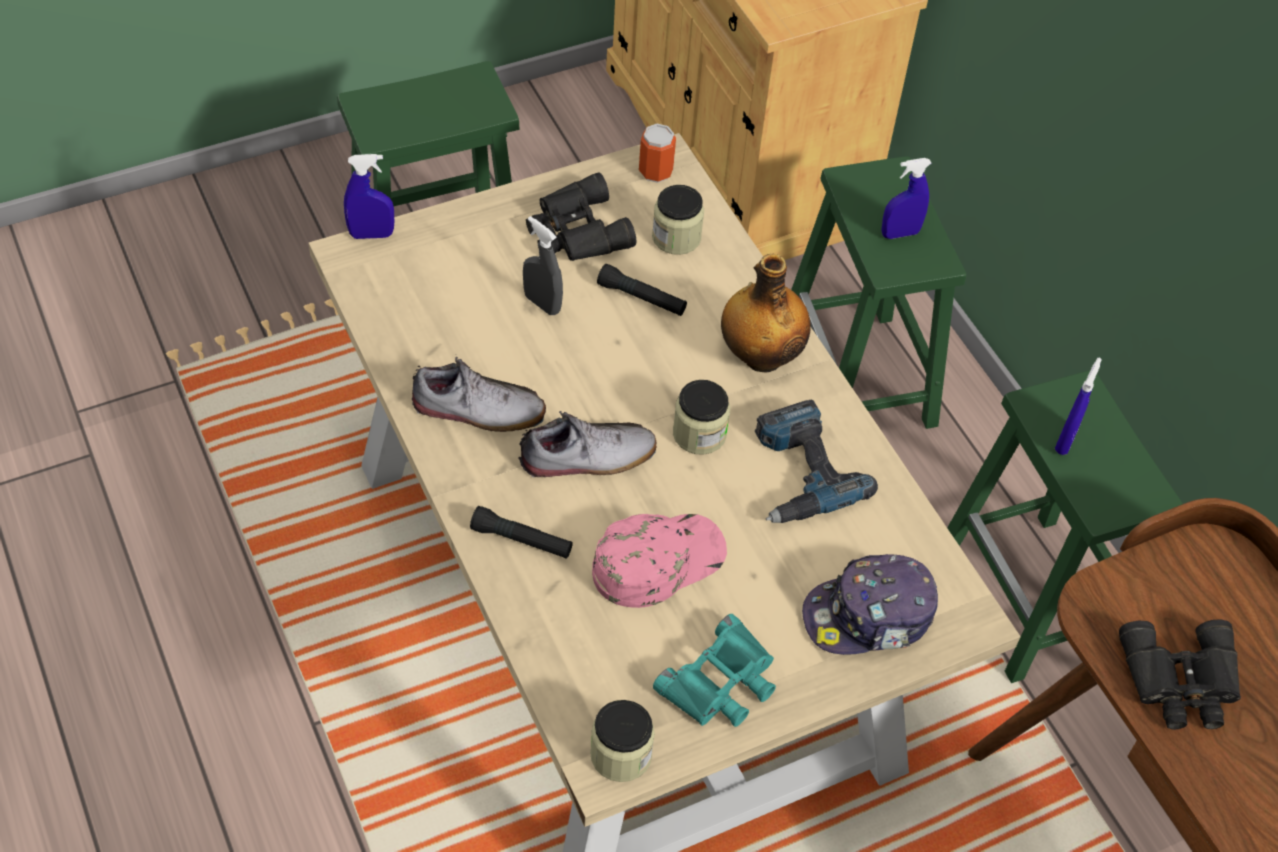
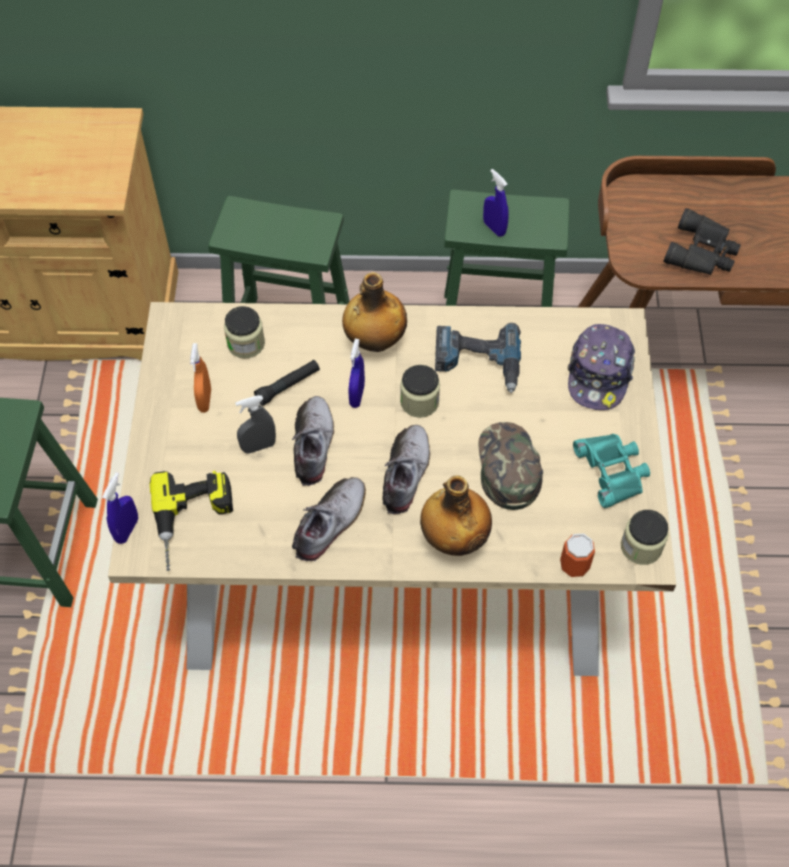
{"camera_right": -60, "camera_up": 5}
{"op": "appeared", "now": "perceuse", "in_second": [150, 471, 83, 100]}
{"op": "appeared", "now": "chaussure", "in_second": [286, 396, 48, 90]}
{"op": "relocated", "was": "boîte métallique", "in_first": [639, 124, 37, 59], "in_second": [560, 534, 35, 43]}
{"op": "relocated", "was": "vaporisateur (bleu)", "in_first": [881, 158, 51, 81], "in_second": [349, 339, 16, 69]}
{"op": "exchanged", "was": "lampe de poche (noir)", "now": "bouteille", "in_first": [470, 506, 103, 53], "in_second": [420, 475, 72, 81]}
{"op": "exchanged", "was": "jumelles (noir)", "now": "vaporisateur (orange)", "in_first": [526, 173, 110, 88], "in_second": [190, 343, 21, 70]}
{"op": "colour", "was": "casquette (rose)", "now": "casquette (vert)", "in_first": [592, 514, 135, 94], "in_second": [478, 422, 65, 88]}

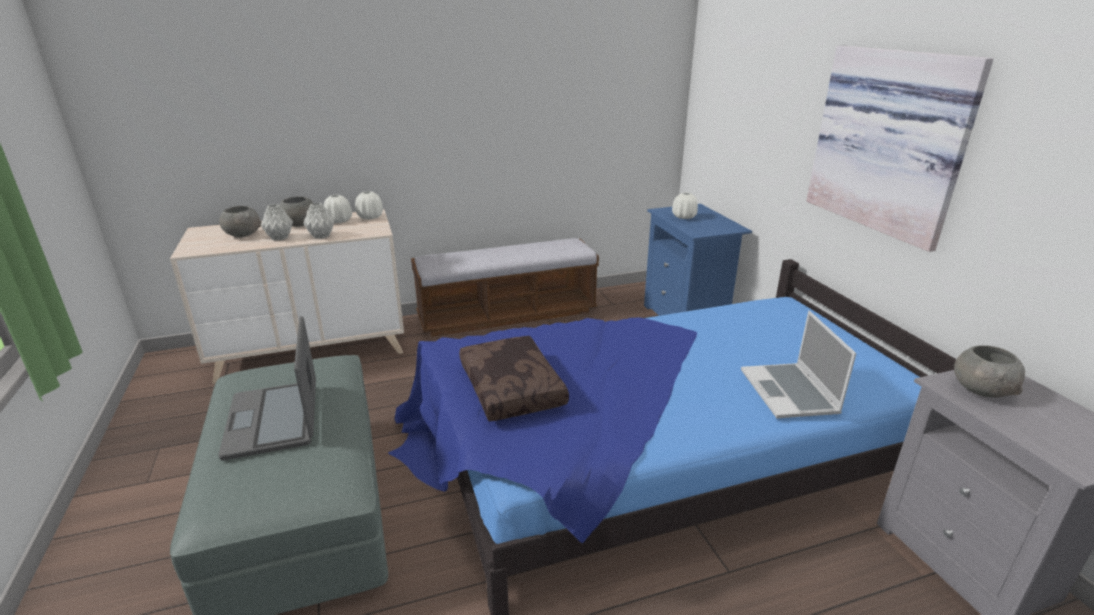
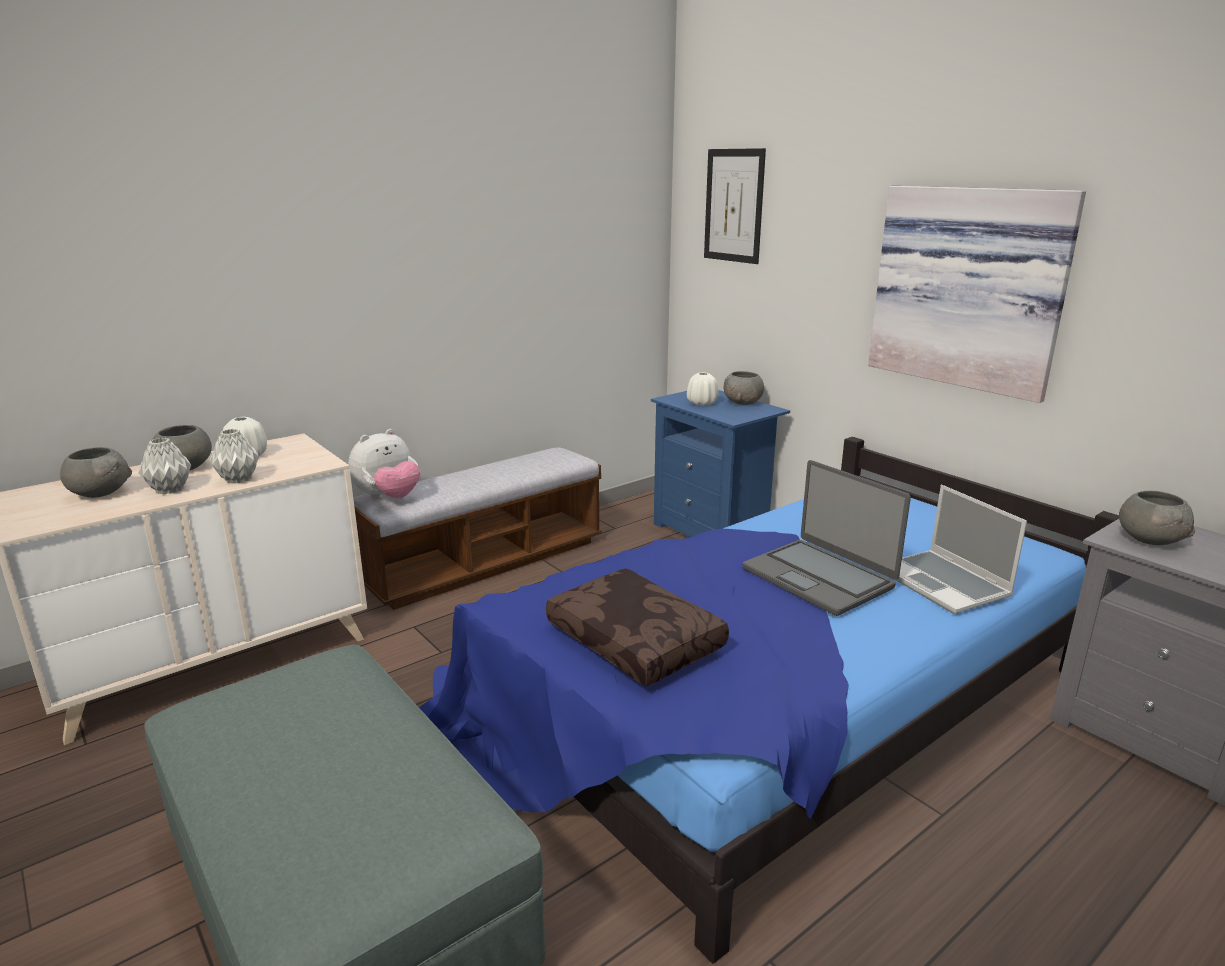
{"camera_right": -20, "camera_up": -5}
{"op": "missing", "was": "vase (blanc)", "in_first": [355, 191, 28, 28]}
{"op": "appeared", "now": "peluche", "in_second": [348, 429, 72, 71]}
{"op": "appeared", "now": "tableau", "in_second": [704, 148, 62, 116]}
{"op": "appeared", "now": "bol (gris)", "in_second": [724, 371, 40, 34]}
{"op": "relocated", "was": "ordinateur portable", "in_first": [218, 316, 98, 144], "in_second": [743, 460, 168, 156]}

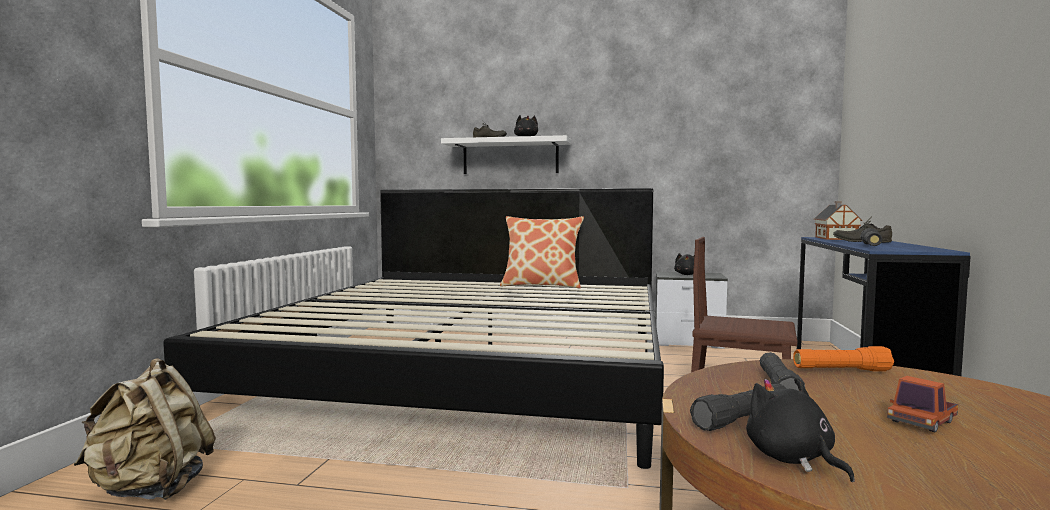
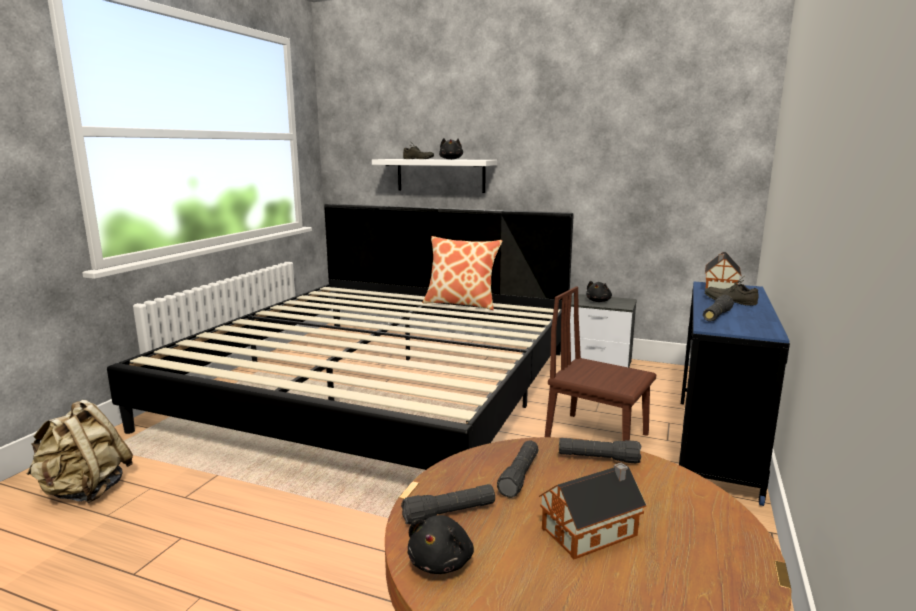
{"camera_right": 10, "camera_up": 10}
{"op": "exchanged", "was": "camion jouet", "now": "maison miniature", "in_first": [887, 376, 71, 56], "in_second": [539, 463, 108, 96]}
{"op": "colour", "was": "lampe de poche (orange)", "now": "lampe de poche (noir)", "in_first": [793, 346, 101, 25], "in_second": [559, 438, 82, 26]}
{"op": "spun", "was": "peluche (noir)", "in_first": [746, 377, 109, 105], "in_second": [407, 515, 67, 59], "clockwise": -150}

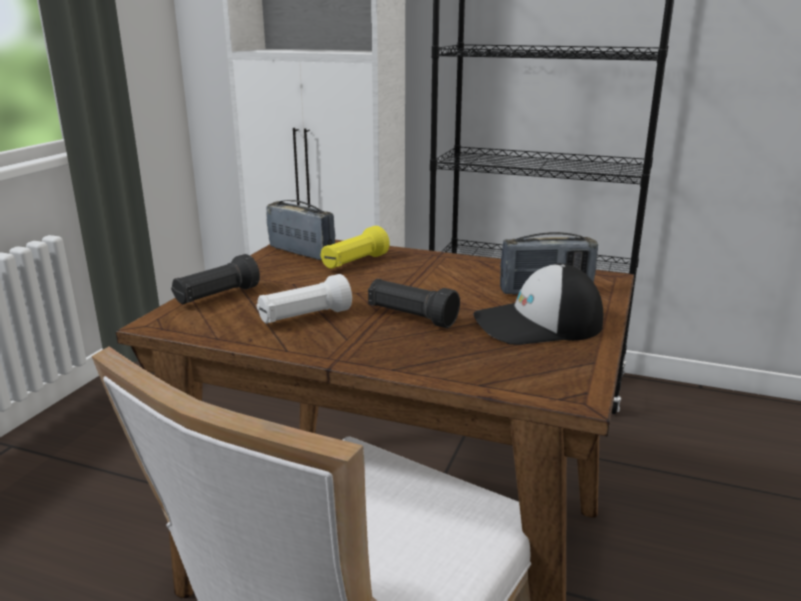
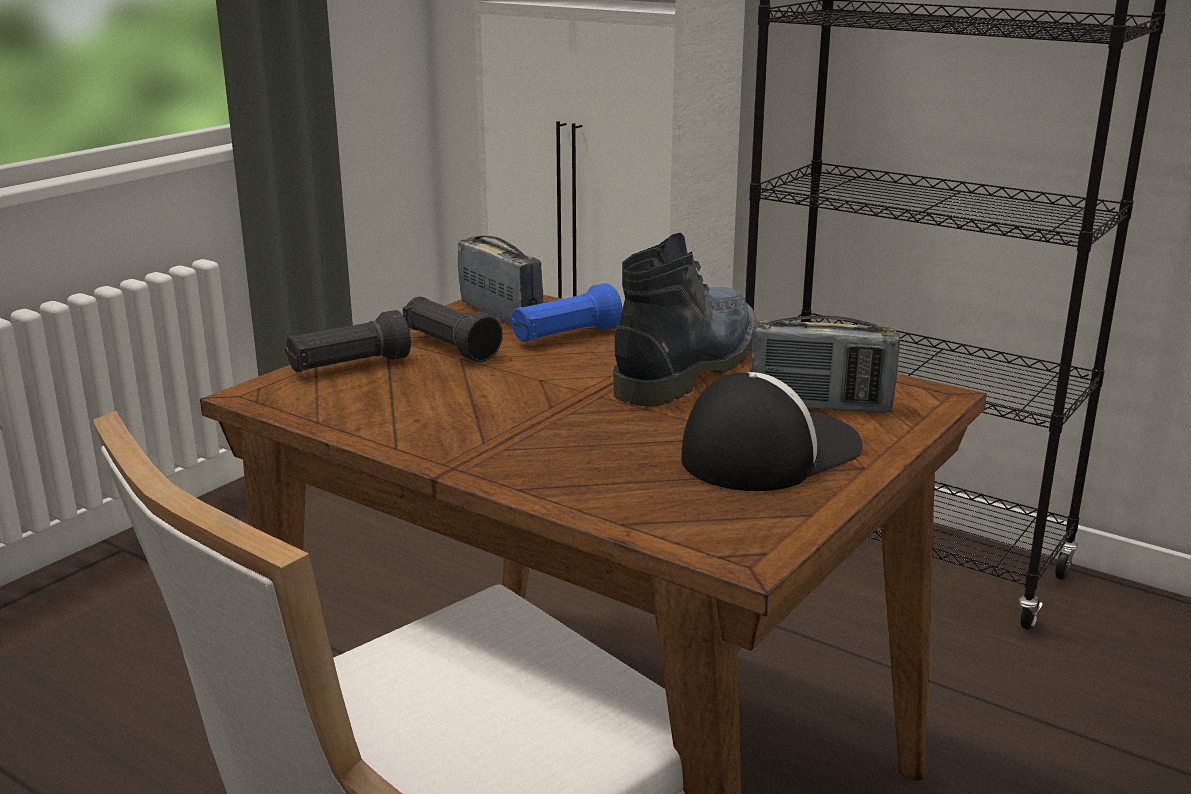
{"camera_right": 15, "camera_up": 0}
{"op": "missing", "was": "lampe de poche (blanc)", "in_first": [256, 274, 96, 49]}
{"op": "appeared", "now": "botte", "in_second": [613, 233, 143, 174]}
{"op": "relocated", "was": "lampe de poche (noir)", "in_first": [368, 279, 92, 49], "in_second": [403, 296, 100, 66]}
{"op": "colour", "was": "lampe de poche (jaune)", "now": "lampe de poche (bleu)", "in_first": [320, 226, 70, 43], "in_second": [510, 283, 112, 59]}
{"op": "spun", "was": "casquette", "in_first": [473, 263, 130, 82], "in_second": [681, 372, 182, 119], "clockwise": 135}

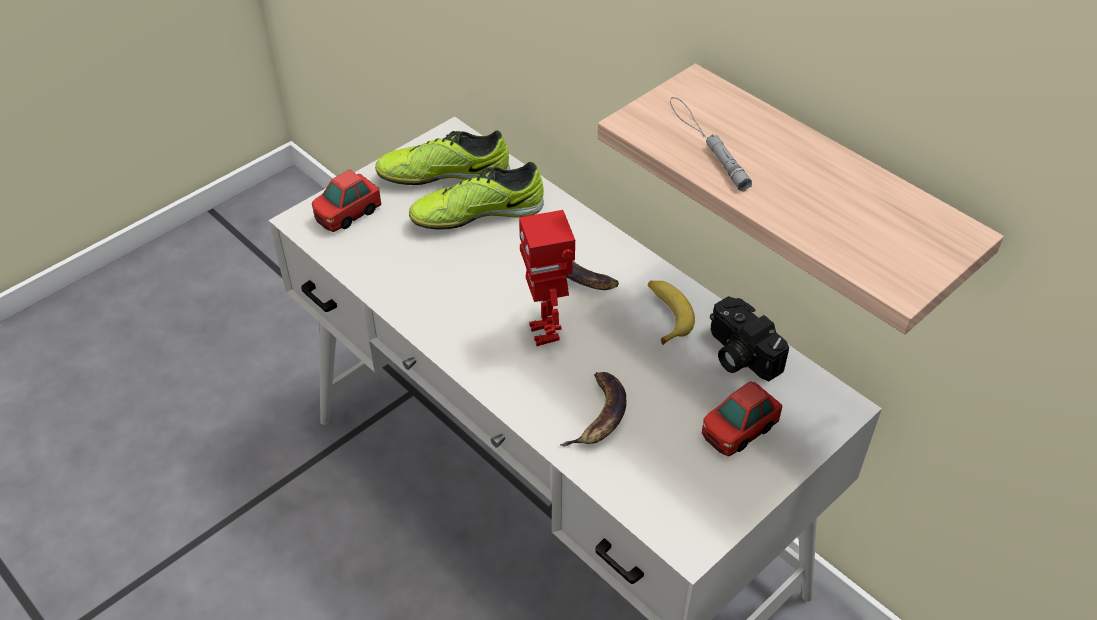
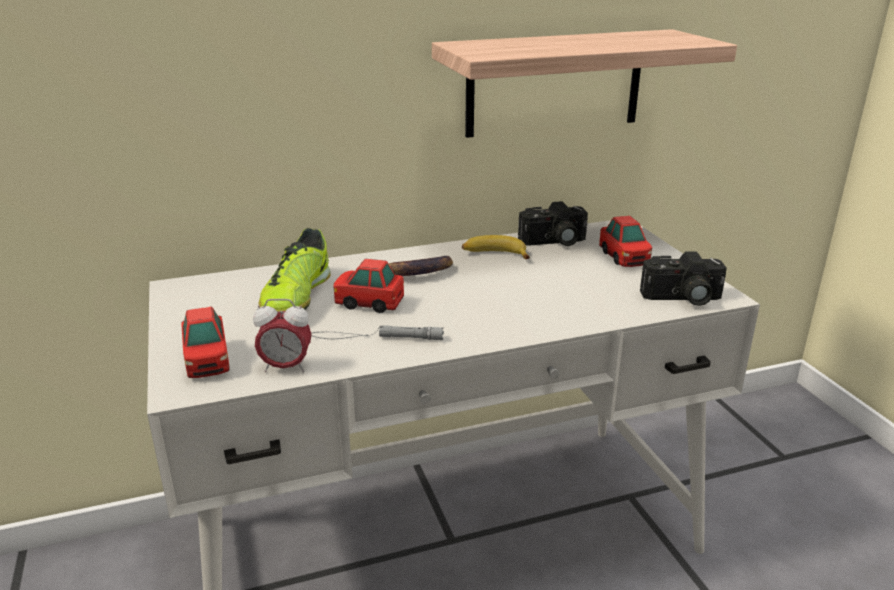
{"camera_right": -65, "camera_up": -20}
{"op": "missing", "was": "chaussure", "in_first": [375, 130, 135, 55]}
{"op": "missing", "was": "robot jouet", "in_first": [519, 210, 56, 136]}
{"op": "missing", "was": "banane", "in_first": [560, 372, 66, 75]}
{"op": "appeared", "now": "réveil", "in_second": [253, 299, 58, 73]}
{"op": "appeared", "now": "petite voiture", "in_second": [334, 259, 70, 54]}
{"op": "appeared", "now": "appareil photo", "in_second": [640, 252, 87, 54]}
{"op": "relocated", "was": "lampe de poche (gris)", "in_first": [670, 97, 82, 95], "in_second": [311, 325, 133, 15]}

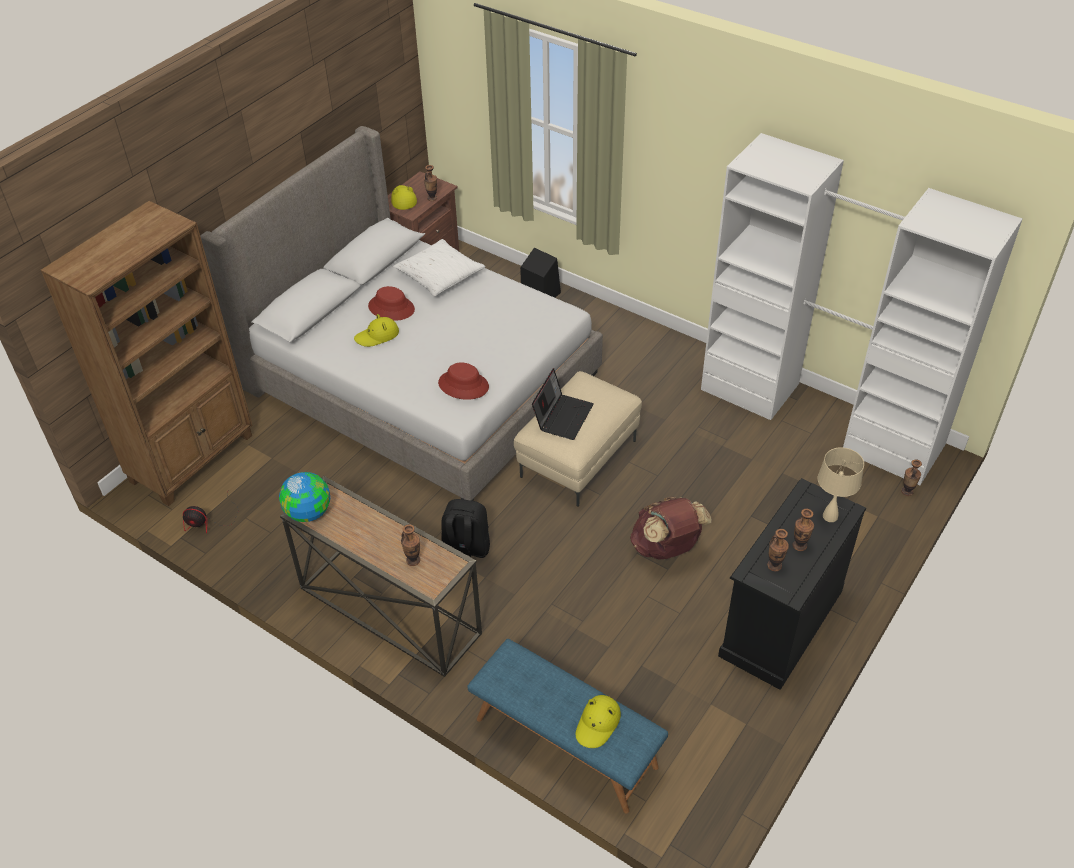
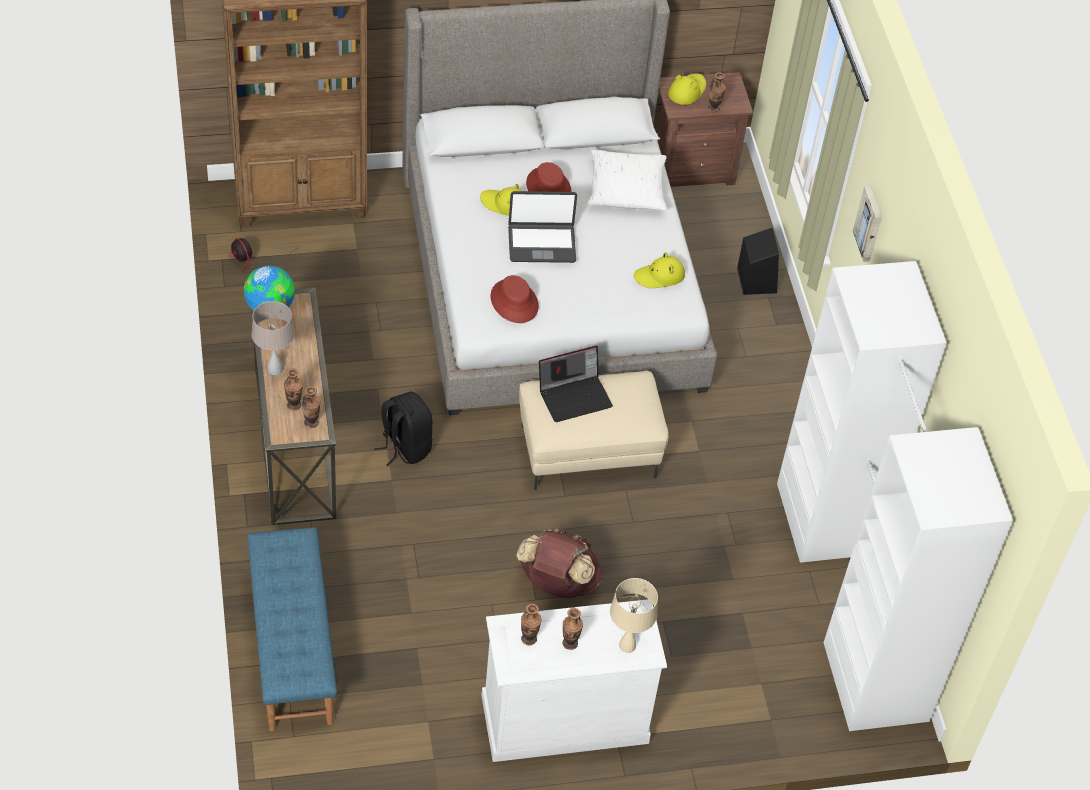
{"camera_right": 40, "camera_up": 5}
{"op": "appeared", "now": "lampe de table (beige)", "in_second": [251, 301, 44, 74]}
{"op": "appeared", "now": "ordinateur portable", "in_second": [508, 191, 69, 72]}
{"op": "appeared", "now": "tableau", "in_second": [853, 186, 29, 76]}
{"op": "relocated", "was": "chapeau (jaune)", "in_first": [575, 695, 46, 53], "in_second": [634, 252, 51, 36]}
{"op": "relocated", "was": "vase", "in_first": [901, 460, 21, 36], "in_second": [301, 386, 19, 42]}
{"op": "colour", "was": "commode (noir)", "now": "commode (blanc)", "in_first": [718, 478, 148, 212], "in_second": [481, 599, 186, 163]}

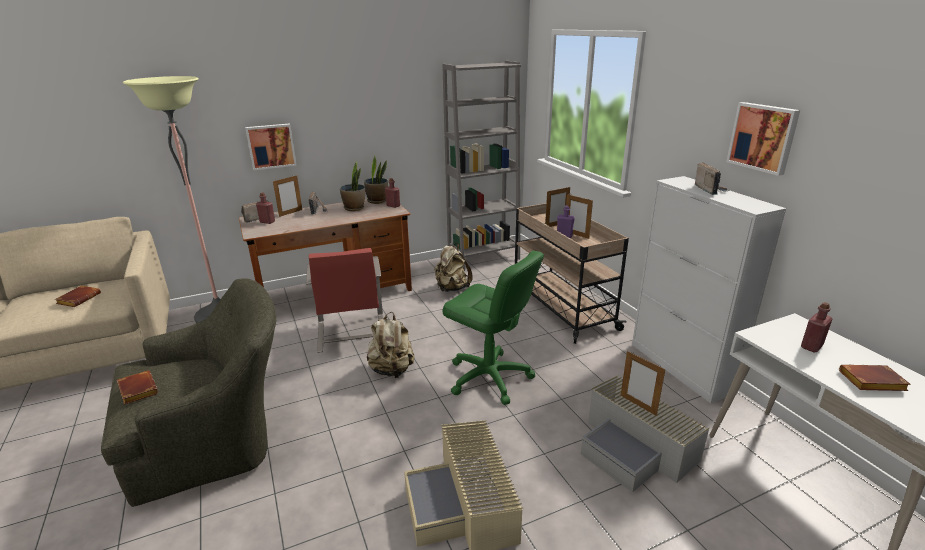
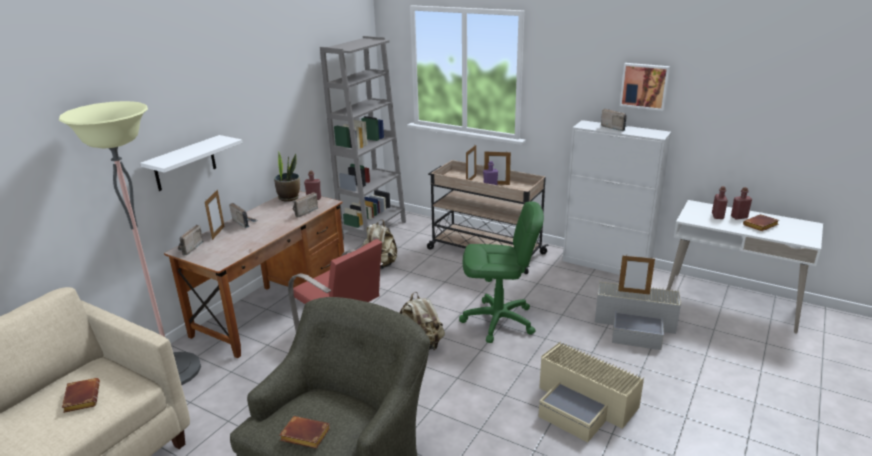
{"camera_right": -35, "camera_up": 0}
{"op": "missing", "was": "plante en pot", "in_first": [340, 161, 25, 50]}
{"op": "appeared", "now": "radio", "in_second": [293, 193, 25, 24]}
{"op": "relocated", "was": "bouteille (rouge)", "in_first": [256, 193, 19, 31], "in_second": [731, 187, 21, 33]}
{"op": "exchanged", "was": "tableau", "now": "étagère (blanc)", "in_first": [245, 123, 52, 47], "in_second": [140, 135, 102, 56]}

